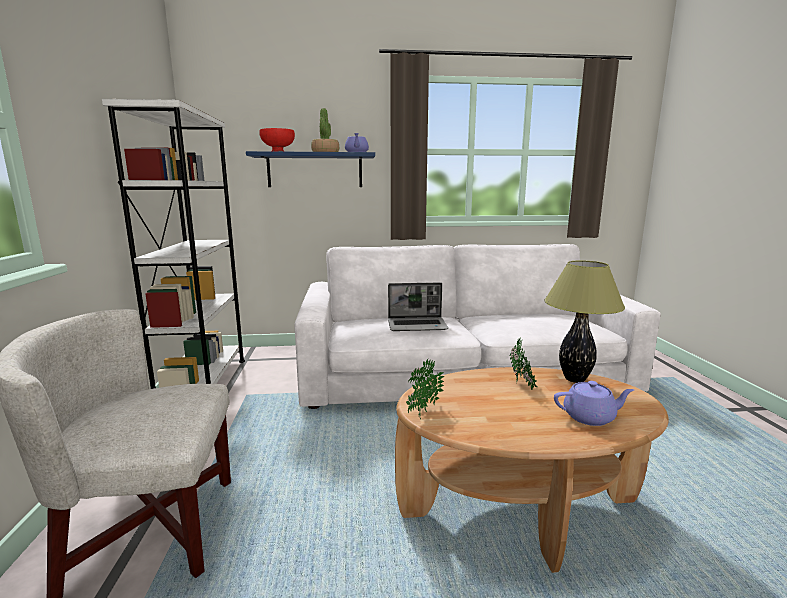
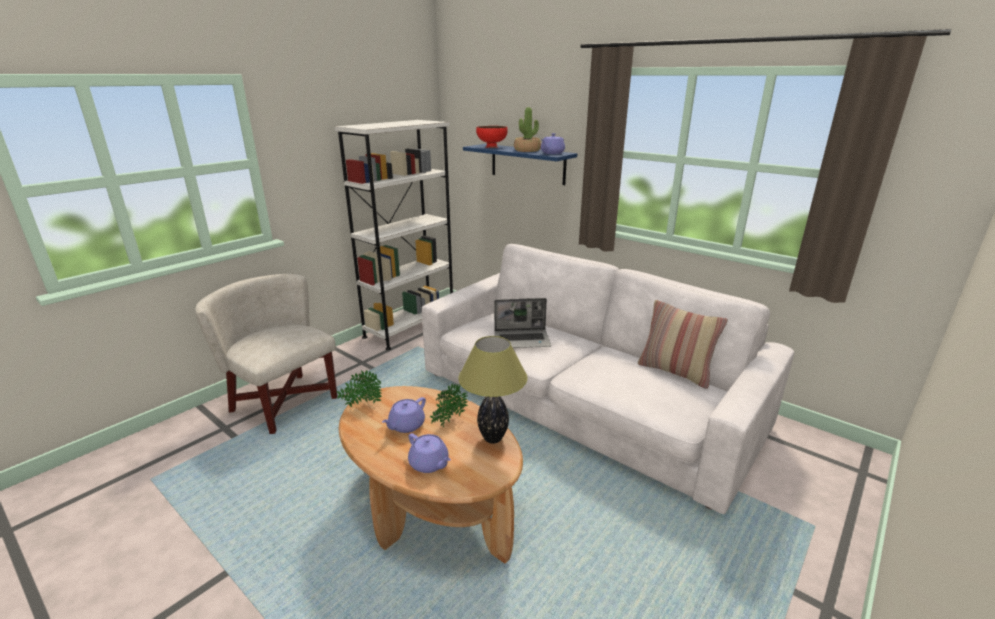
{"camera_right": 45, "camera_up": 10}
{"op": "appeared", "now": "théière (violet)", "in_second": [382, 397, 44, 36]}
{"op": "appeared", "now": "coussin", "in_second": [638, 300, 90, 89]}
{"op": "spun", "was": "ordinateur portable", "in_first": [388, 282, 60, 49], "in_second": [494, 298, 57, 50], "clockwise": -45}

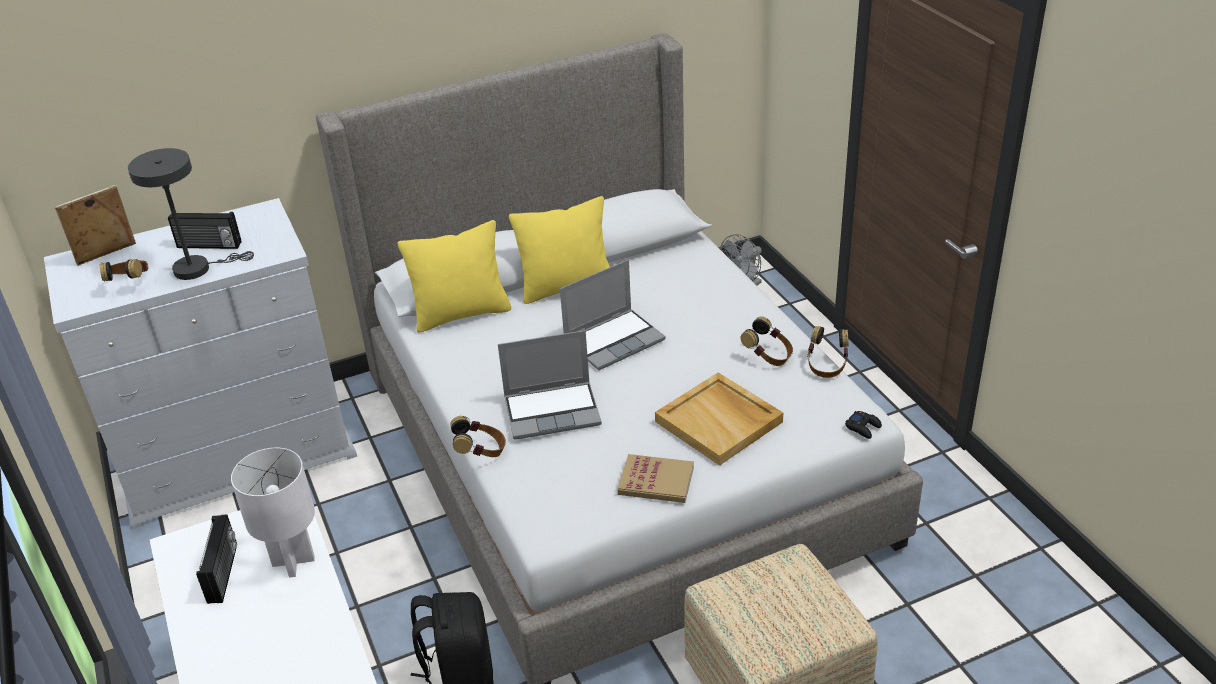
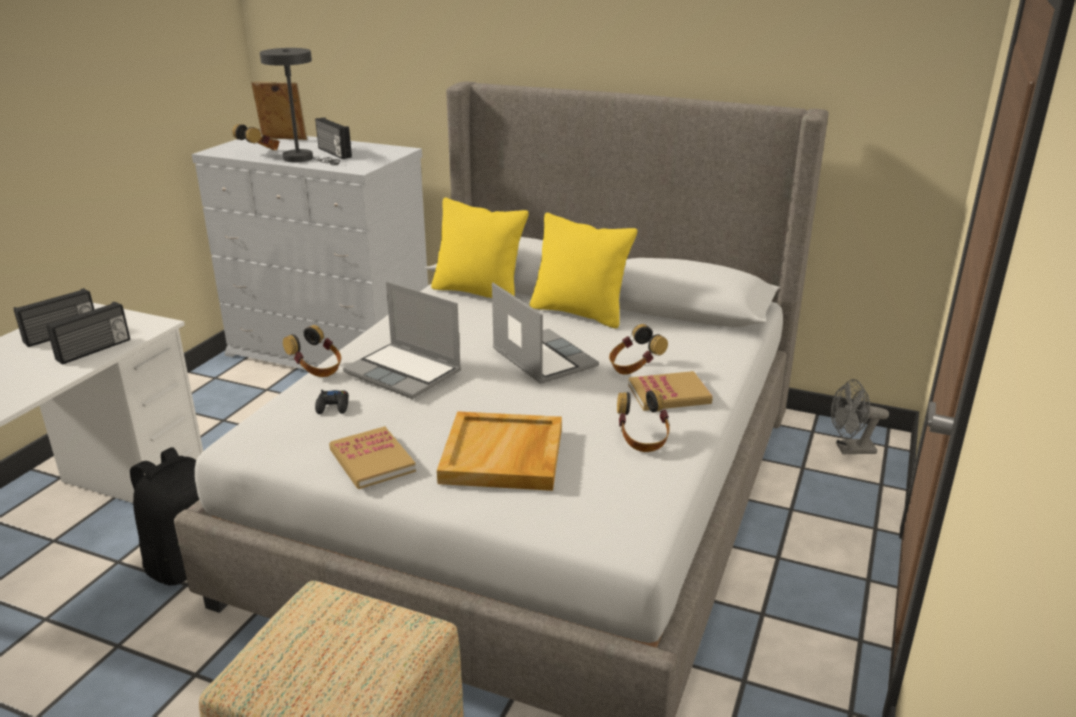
{"camera_right": 45, "camera_up": -10}
{"op": "appeared", "now": "livre", "in_second": [628, 371, 85, 40]}
{"op": "relocated", "was": "casque audio", "in_first": [807, 326, 42, 52], "in_second": [609, 324, 59, 51]}
{"op": "relocated", "was": "manette (noir)", "in_first": [845, 411, 37, 28], "in_second": [315, 390, 34, 24]}
{"op": "exchanged", "was": "lampe de table (blanc)", "now": "radio", "in_first": [231, 448, 84, 130], "in_second": [46, 302, 84, 63]}
{"op": "spun", "was": "ordinateur portable", "in_first": [560, 260, 106, 110], "in_second": [492, 283, 107, 101], "clockwise": -135}

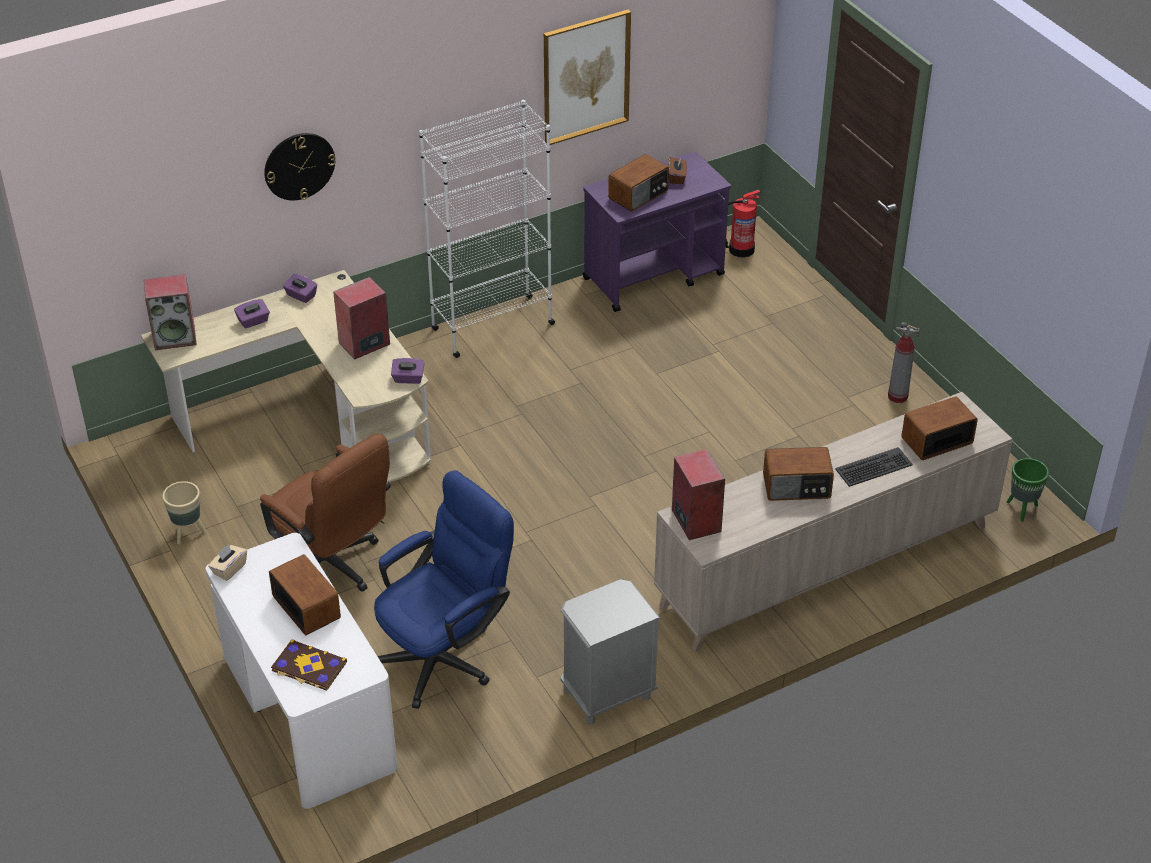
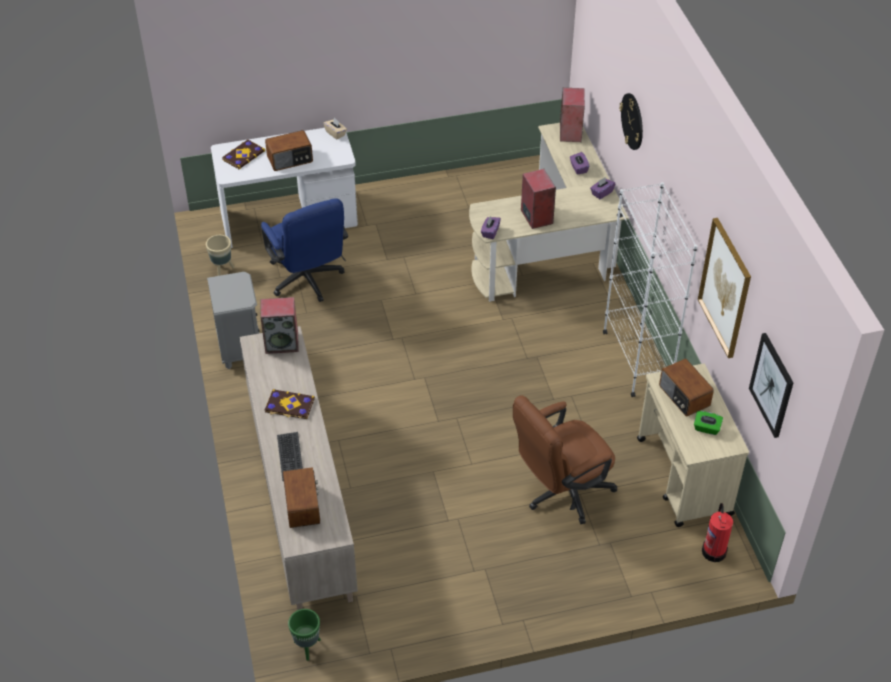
{"camera_right": 105, "camera_up": 5}
{"op": "missing", "was": "extincteur", "in_first": [888, 322, 32, 81]}
{"op": "appeared", "now": "tableau", "in_second": [749, 333, 44, 105]}
{"op": "relocated", "was": "cache-pot (beige)", "in_first": [162, 481, 44, 63], "in_second": [206, 235, 29, 41]}
{"op": "relocated", "was": "chaise de bureau (marron)", "in_first": [260, 434, 131, 158], "in_second": [513, 395, 104, 130]}
{"op": "exchanged", "was": "radio", "now": "livre", "in_first": [763, 447, 71, 54], "in_second": [265, 389, 50, 30]}
{"op": "colour", "was": "chariot (violet)", "now": "chariot (beige)", "in_first": [583, 151, 148, 161], "in_second": [637, 363, 112, 164]}
{"op": "colour", "was": "boîte à mouchoirs (marron)", "now": "boîte à mouchoirs (vert)", "in_first": [668, 157, 19, 27], "in_second": [694, 411, 29, 24]}

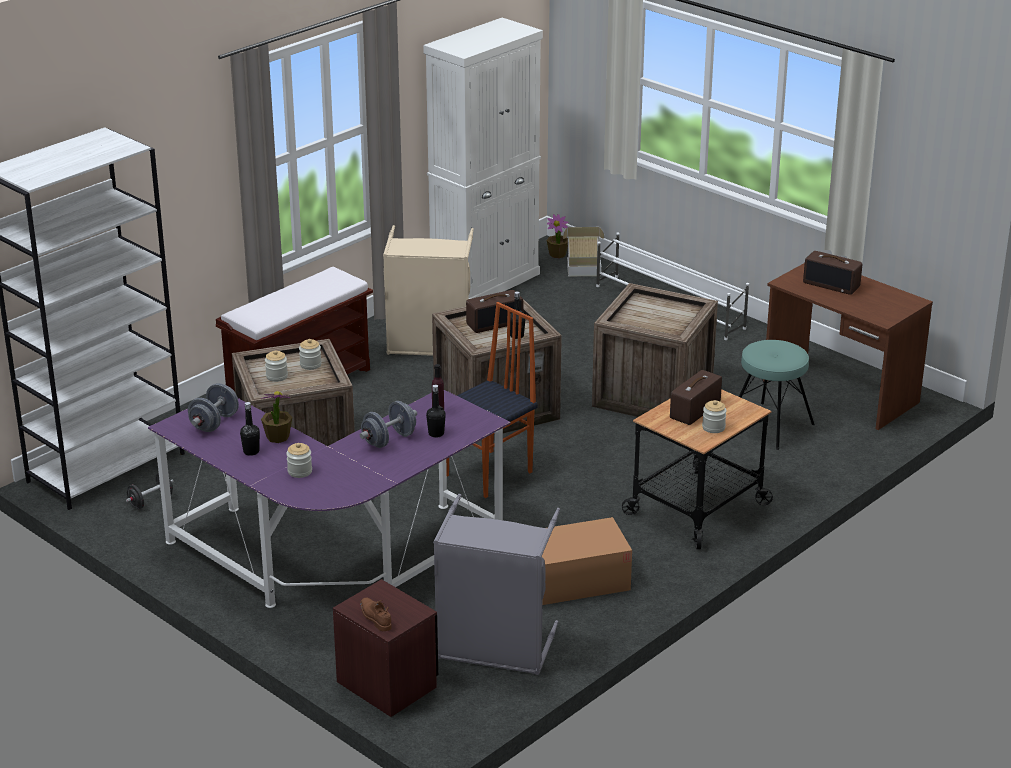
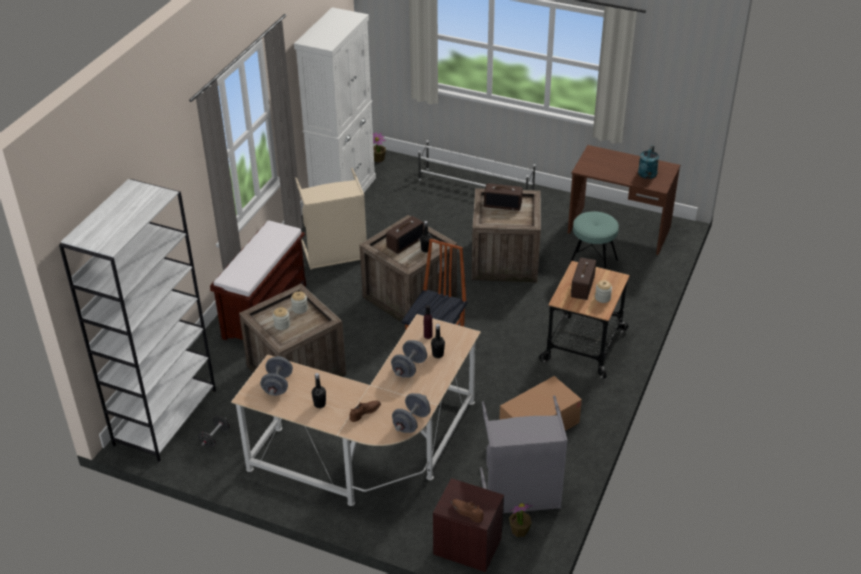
{"camera_right": -20, "camera_up": 10}
{"op": "missing", "was": "carton", "in_first": [563, 227, 41, 50]}
{"op": "appeared", "now": "haltère (gris)", "in_second": [392, 393, 39, 40]}
{"op": "appeared", "now": "arrosoir (turquoise)", "in_second": [638, 145, 21, 34]}
{"op": "relocated", "was": "plante en pot", "in_first": [261, 391, 31, 52], "in_second": [509, 503, 24, 34]}
{"op": "relocated", "was": "radio", "in_first": [803, 251, 59, 44], "in_second": [484, 183, 39, 28]}
{"op": "exchanged", "was": "bocal", "now": "chaussure (marron)", "in_first": [286, 443, 26, 35], "in_second": [349, 400, 32, 22]}
{"op": "colour", "was": "bureau (violet)", "now": "bureau (beige)", "in_first": [148, 390, 362, 218], "in_second": [231, 314, 250, 192]}

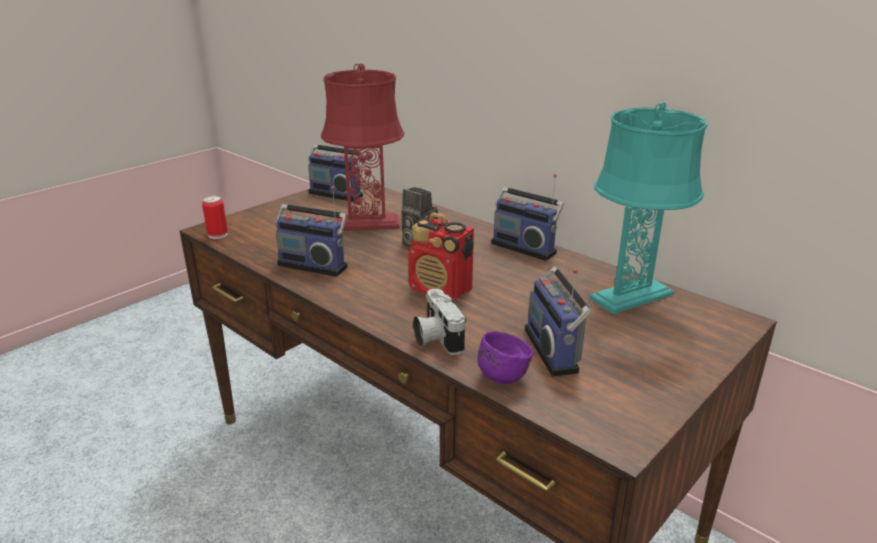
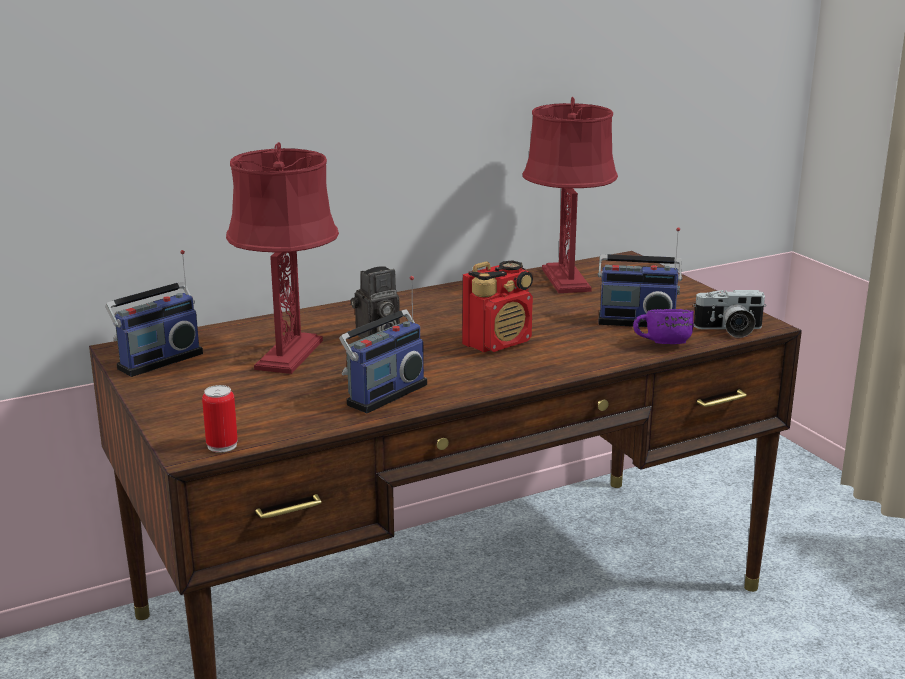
{"camera_right": -70, "camera_up": -5}
{"op": "missing", "was": "radio", "in_first": [491, 174, 73, 87]}
{"op": "relocated", "was": "appareil photo", "in_first": [413, 289, 53, 66], "in_second": [693, 290, 73, 48]}
{"op": "colour", "was": "lampe de table (turquoise)", "now": "lampe de table (rouge)", "in_first": [590, 103, 117, 211], "in_second": [523, 97, 95, 196]}

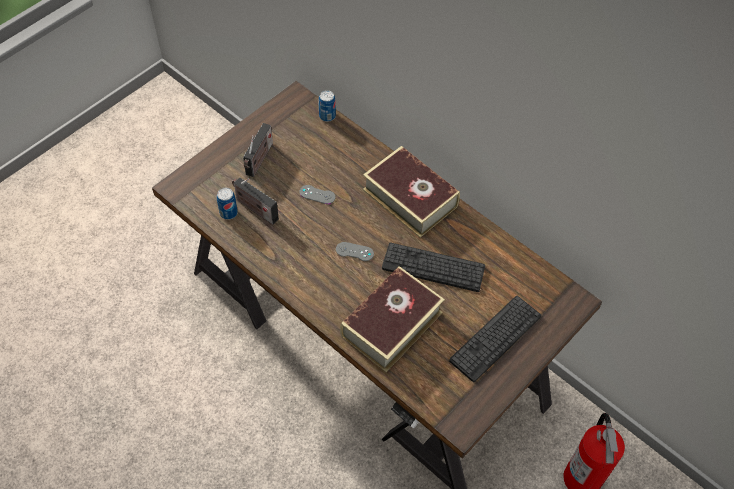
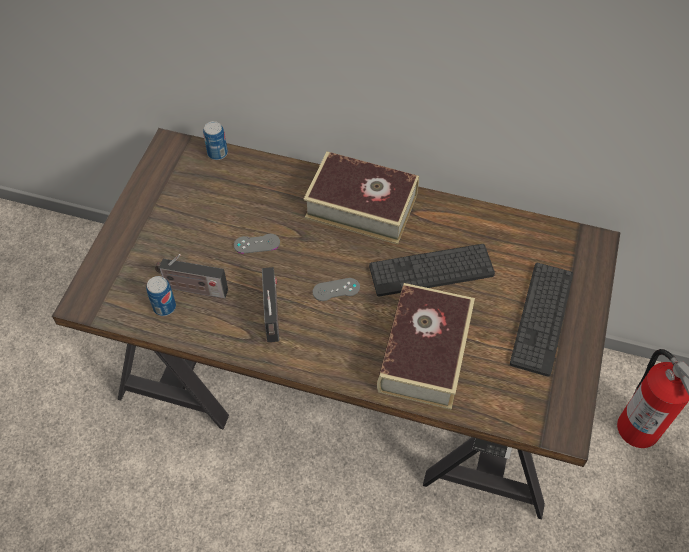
{"camera_right": -25, "camera_up": 0}
{"op": "relocated", "was": "radio", "in_first": [243, 123, 30, 54], "in_second": [262, 267, 17, 75]}

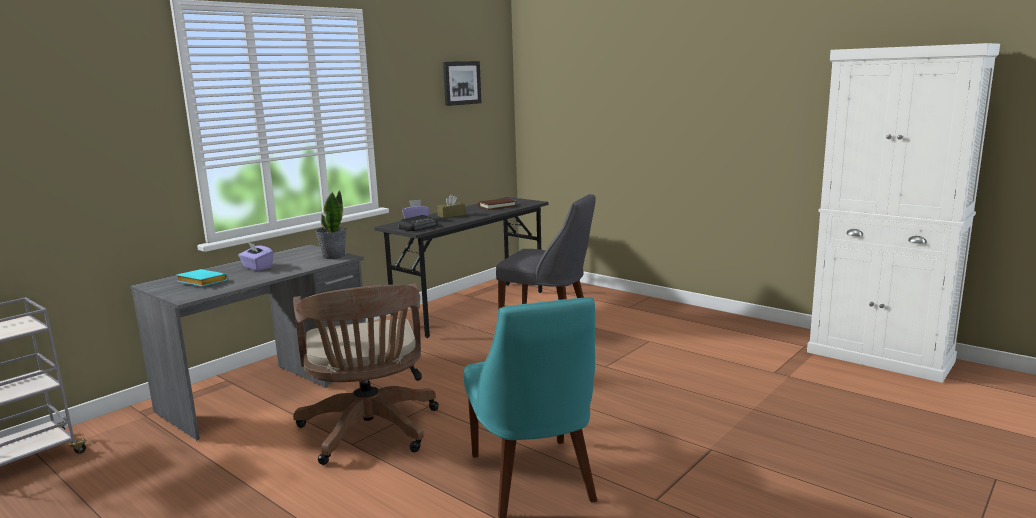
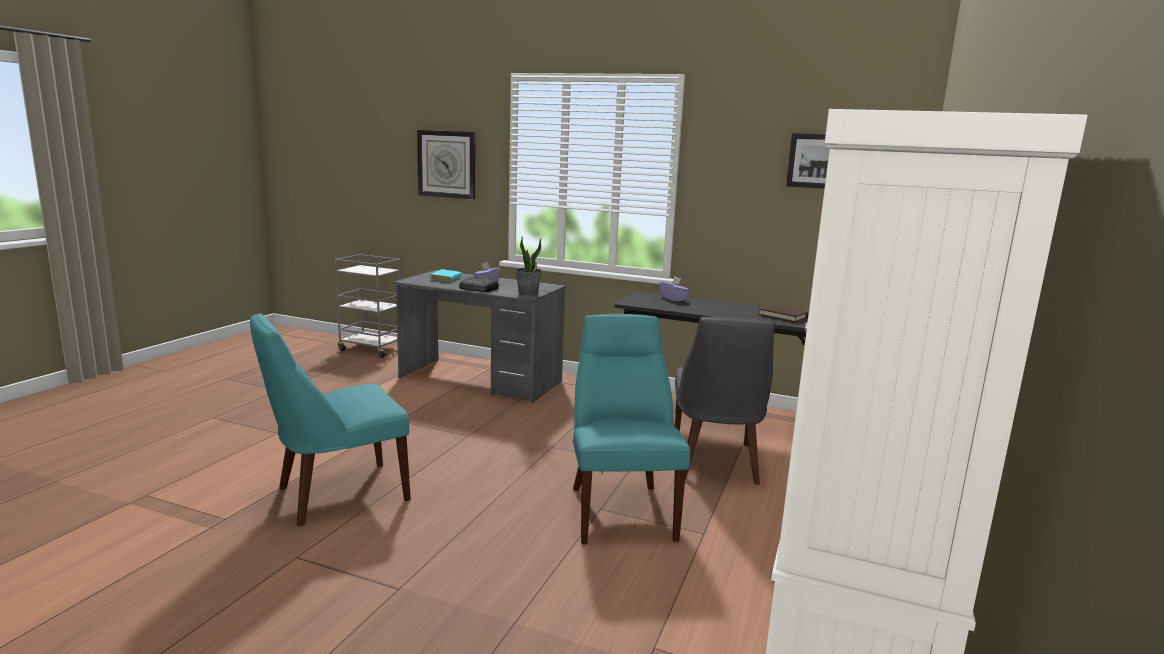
{"camera_right": 70, "camera_up": 0}
{"op": "missing", "was": "chaise de bureau (marron)", "in_first": [293, 284, 146, 181]}
{"op": "missing", "was": "boîte à mouchoirs (marron)", "in_first": [437, 195, 28, 23]}
{"op": "appeared", "now": "horloge murale", "in_second": [417, 130, 59, 70]}
{"op": "appeared", "now": "chaise (turquoise)", "in_second": [573, 314, 117, 230]}
{"op": "relocated", "was": "radio", "in_first": [399, 215, 39, 16], "in_second": [459, 277, 40, 15]}

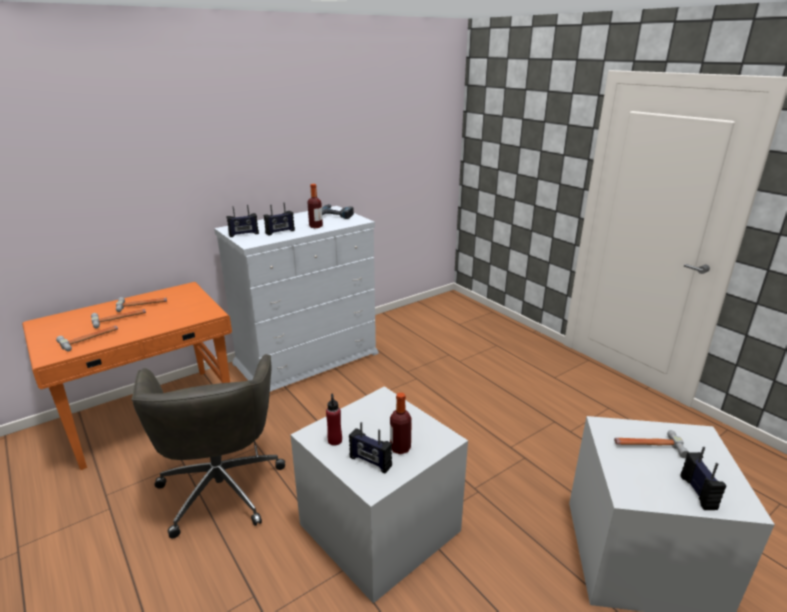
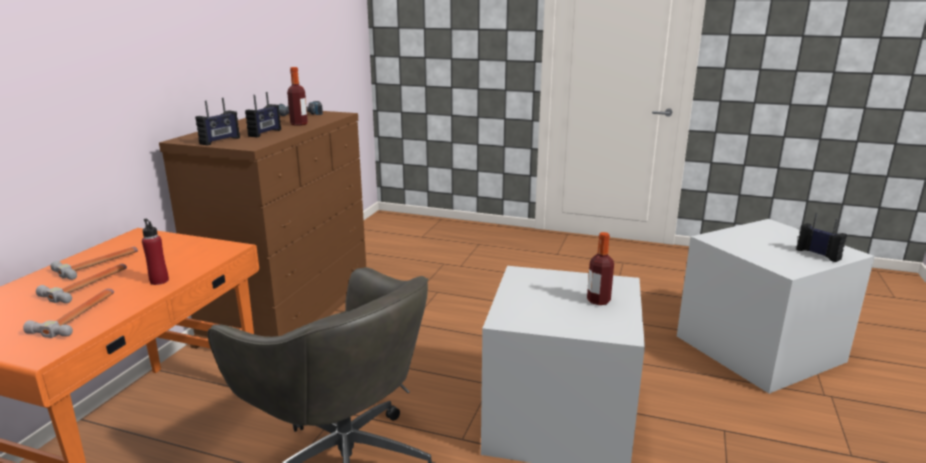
{"camera_right": -35, "camera_up": -5}
{"op": "missing", "was": "radio", "in_first": [349, 422, 43, 51]}
{"op": "missing", "was": "marteau", "in_first": [614, 430, 75, 28]}
{"op": "relocated", "was": "bouteille (rouge)", "in_first": [326, 393, 16, 53], "in_second": [142, 219, 27, 66]}
{"op": "colour", "was": "commode (blanc)", "now": "commode (marron)", "in_first": [214, 206, 165, 186], "in_second": [159, 111, 207, 238]}

